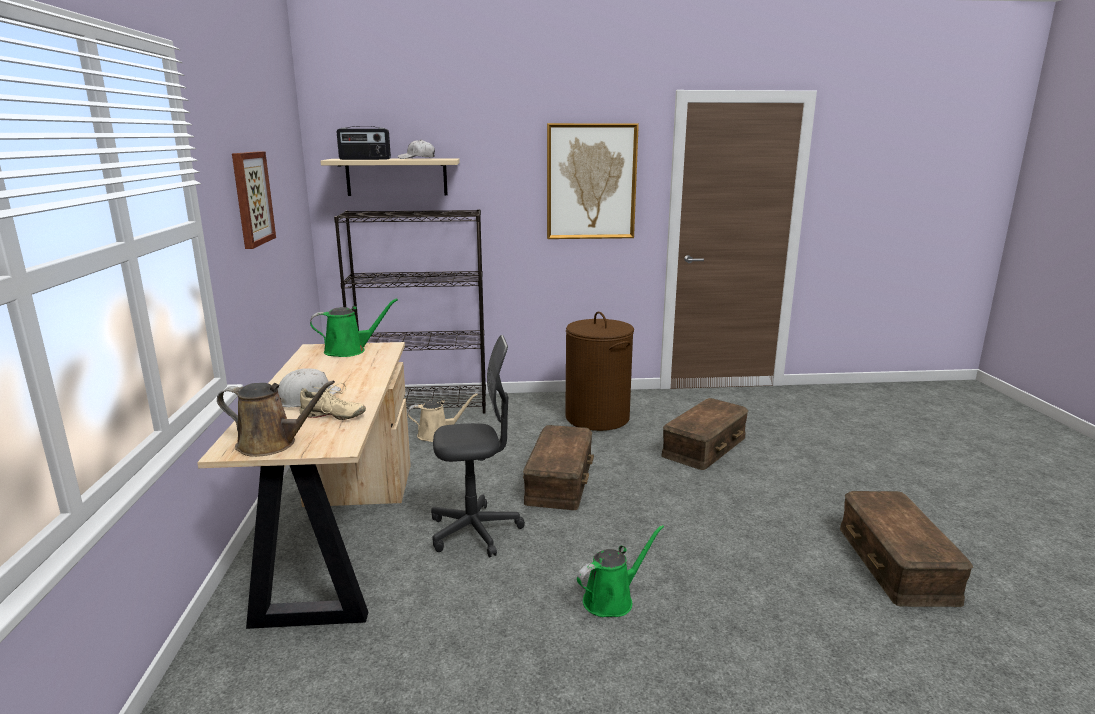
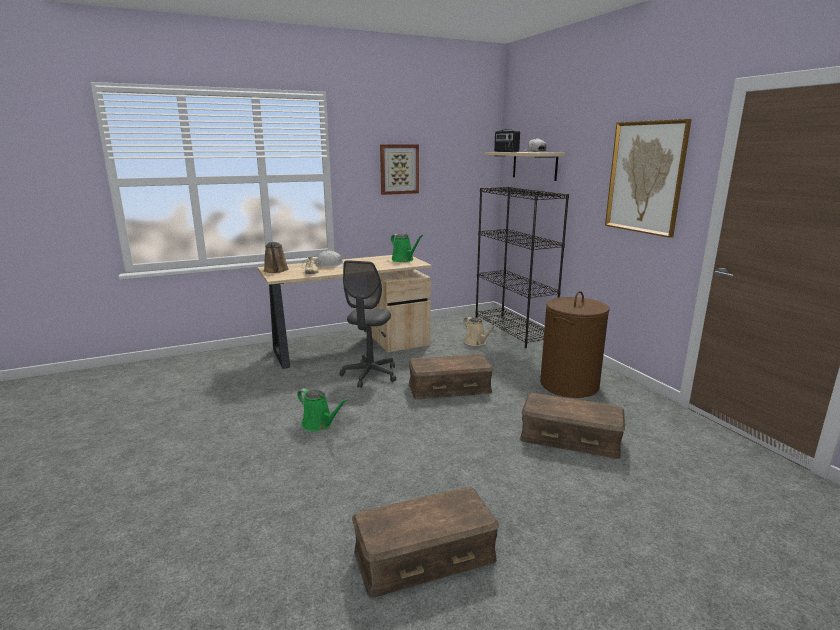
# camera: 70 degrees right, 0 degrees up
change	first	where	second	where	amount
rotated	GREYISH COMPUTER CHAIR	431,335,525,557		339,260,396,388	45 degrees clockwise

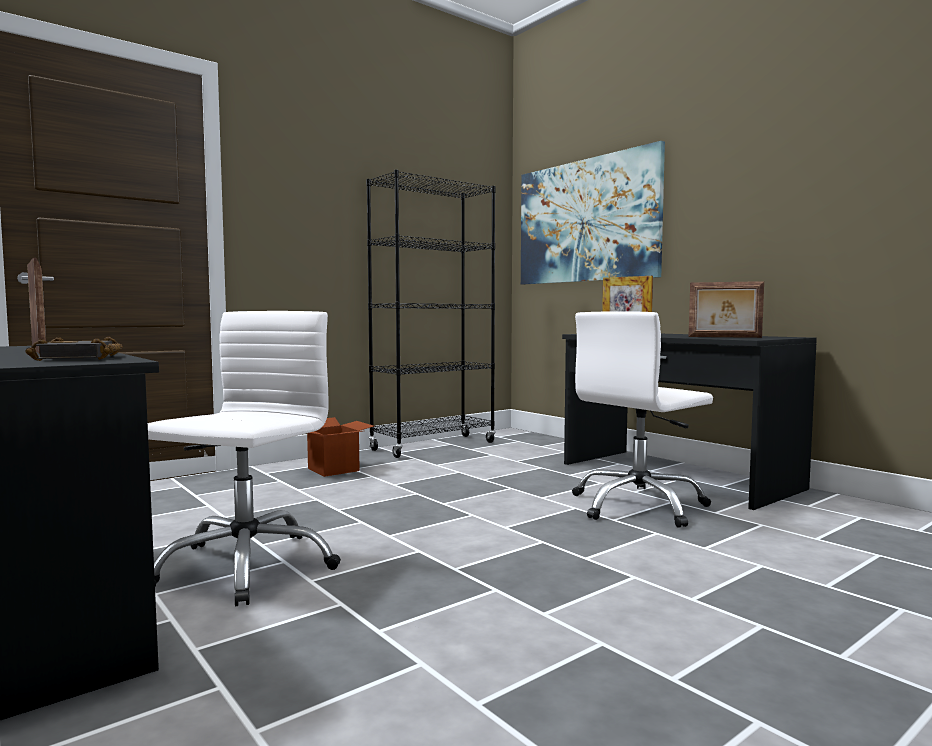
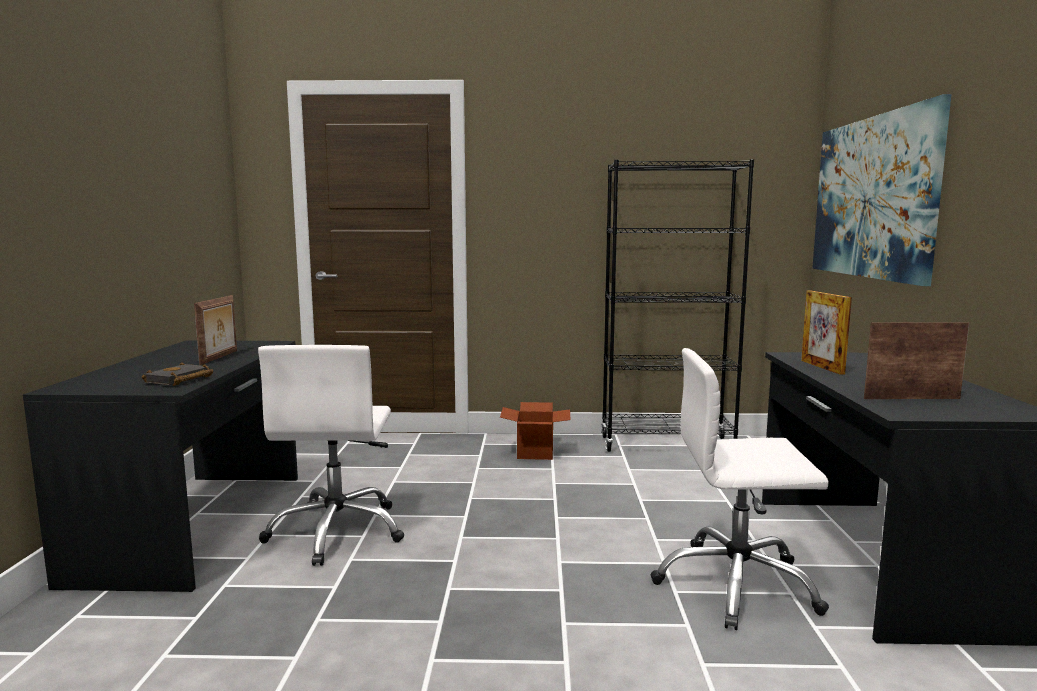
# camera: 40 degrees right, 5 degrees up
change	first	where	second	where	amount
rotated	WHITE-COLOURED COMPUTER CHAIR	148,311,341,606		258,345,404,566	120 degrees clockwise
rotated	STANDING FRAME	689,281,764,338		864,322,969,399	120 degrees clockwise

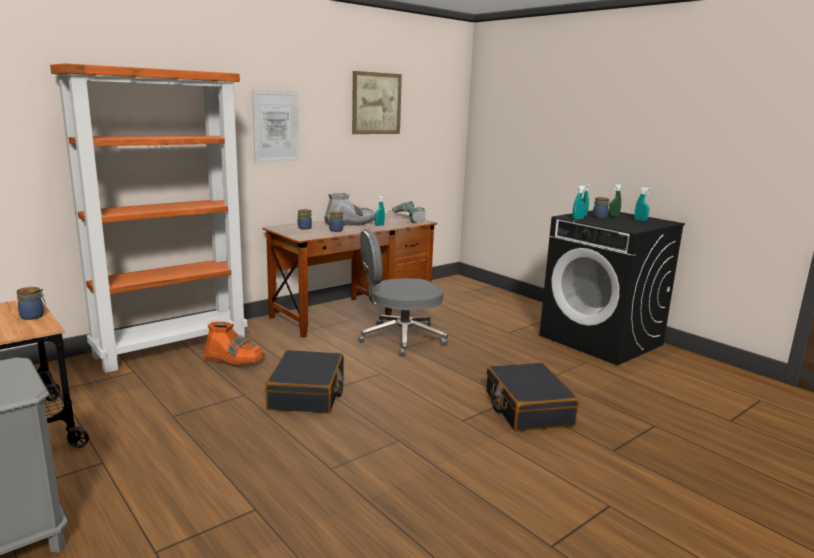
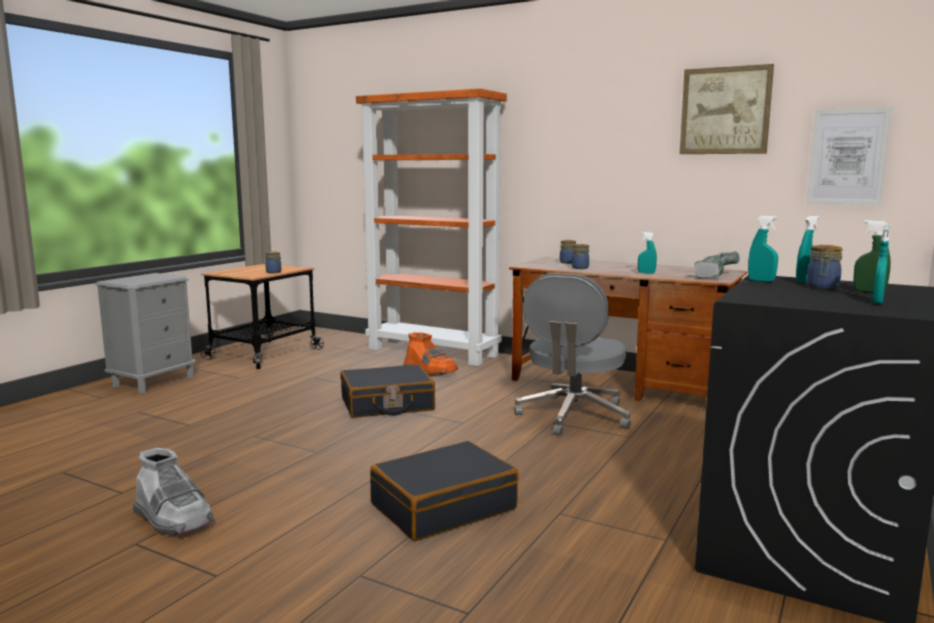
# camera: 70 degrees right, 5 degrees down
change	first	where	second	where	amount
rotated	ORANGE-COLOURED TALL BOOT	204,321,265,367		403,332,458,376	45 degrees counterclockwise
shifted	PICTURE	252,90,299,163		806,107,892,206	
shifted	GREYISH TALL BOOT	324,193,375,226		133,448,214,535	
rotated	GREYISH COMPUTER CHAIR	358,229,448,357		514,273,631,436	120 degrees counterclockwise

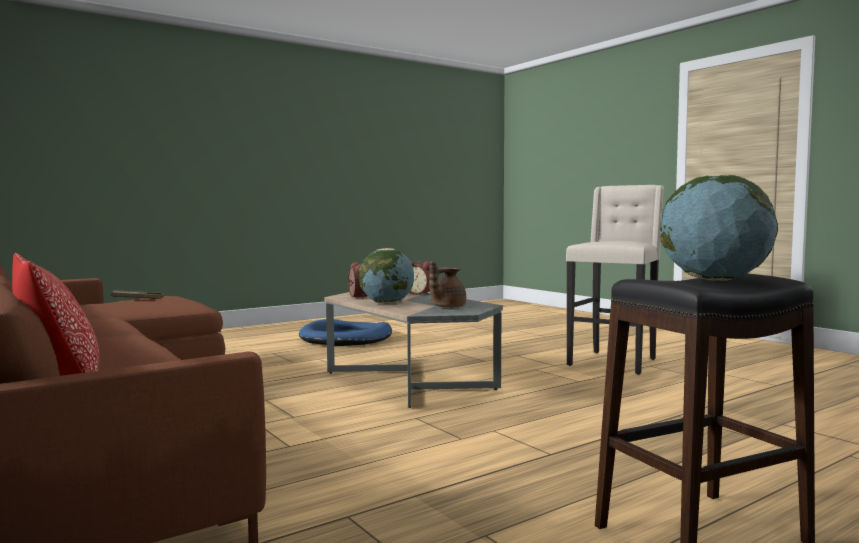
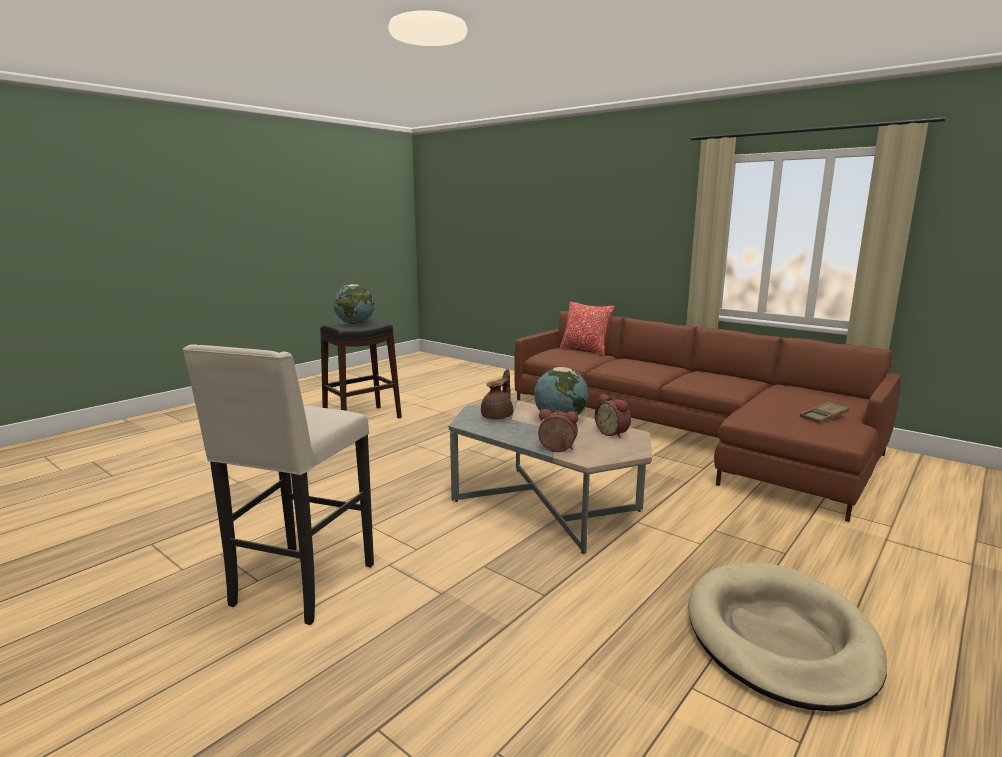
# camera: 165 degrees right, 10 degrees up
change	first	where	second	where	amount
repainted	BLUISH PET BED	299,319,392,346	SAND-COLOURED PET BED	688,563,887,711	

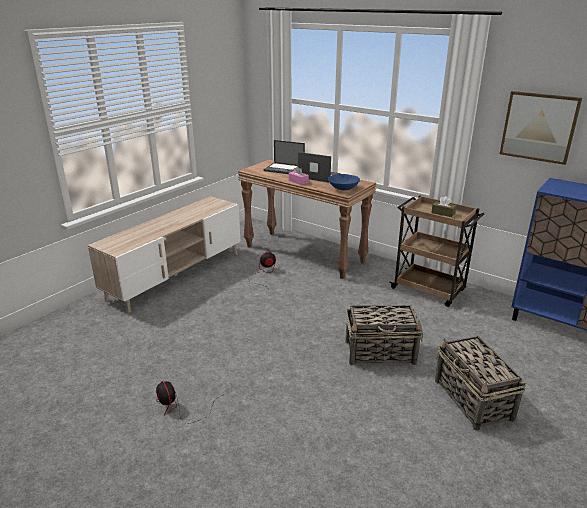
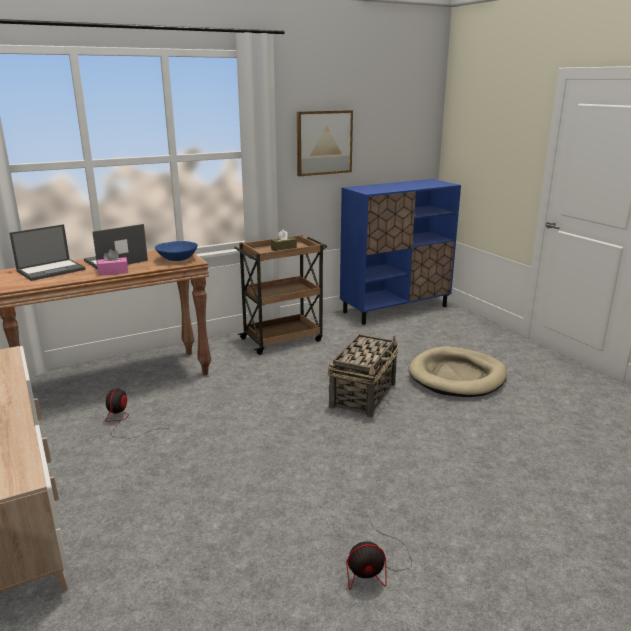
# camera: 65 degrees left, 5 degrees down
change	first	where	second	where	amount
swapped	BASKET	435,336,526,431	SAND-COLOURED PET BED	409,346,507,397	

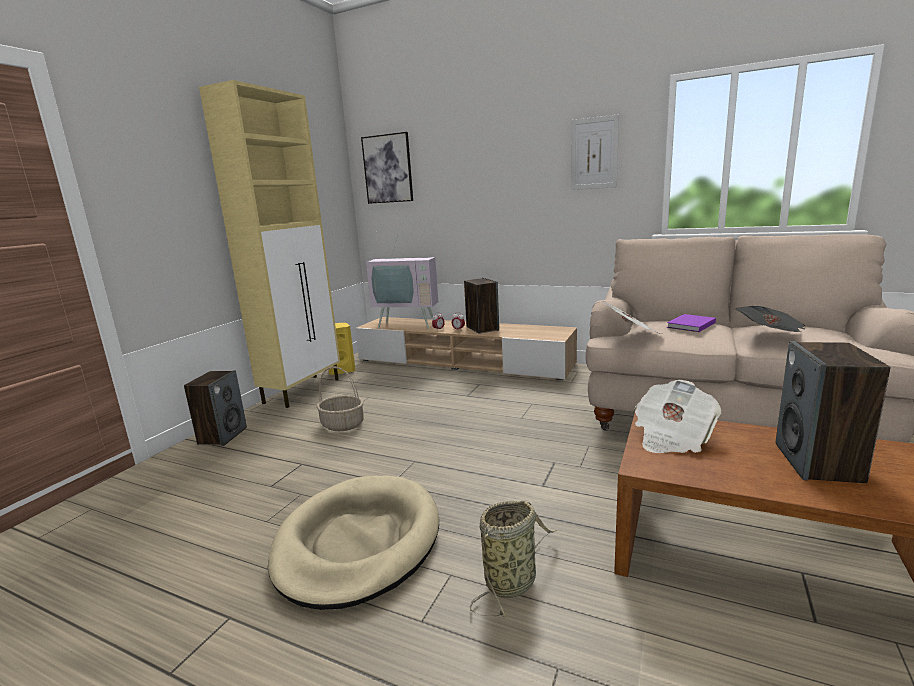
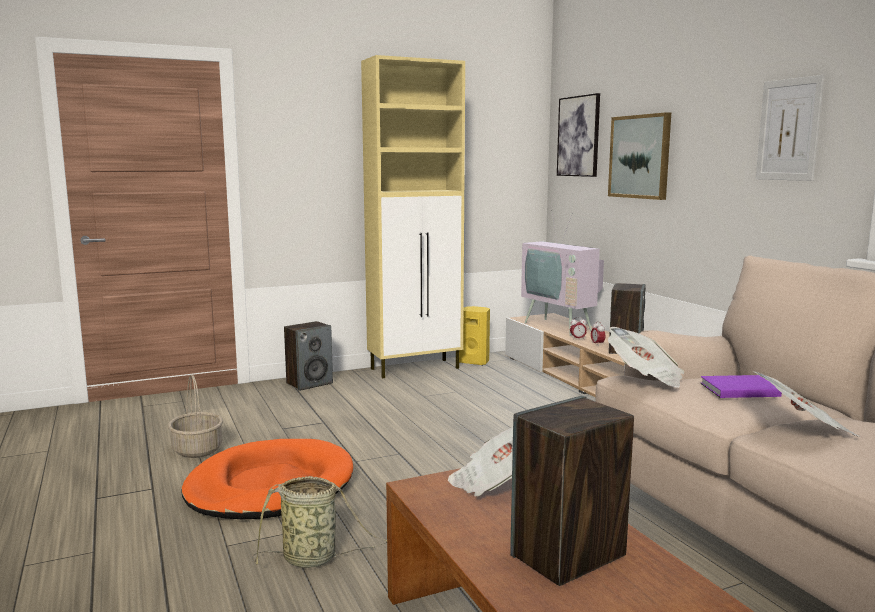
# camera: 40 degrees right, 5 degrees down
change	first	where	second	where	amount
repainted	SAND-COLOURED PET BED	268,476,439,610	ORANGE-COLOURED PET BED	181,439,353,519	
shifted	BASKET	316,367,364,431		168,374,223,458	
new			PICTURE	608,112,671,200	

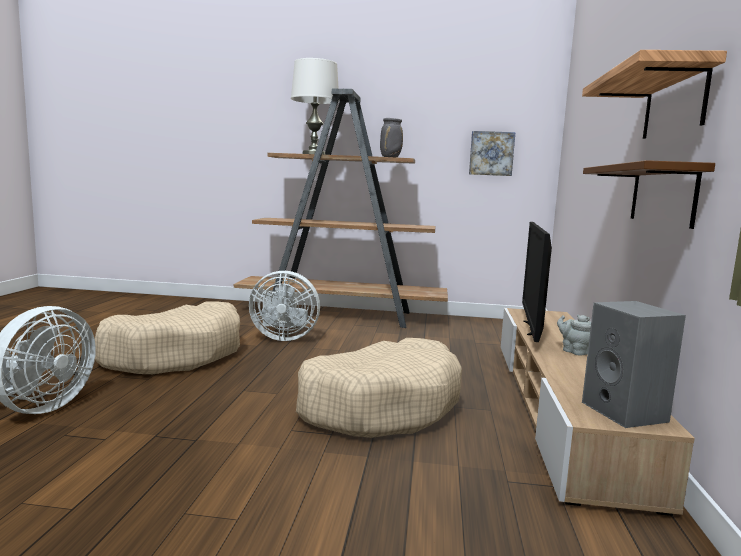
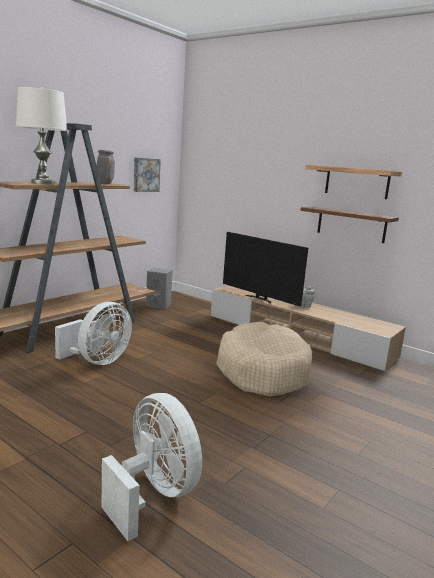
# camera: 60 degrees left, 5 degrees up
change	first	where	second	where	amount
gone	SAND-COLOURED PET BED	95,301,240,374			
shifted	GREYISH AUDIO SPEAKER	582,301,686,428		146,267,173,309	

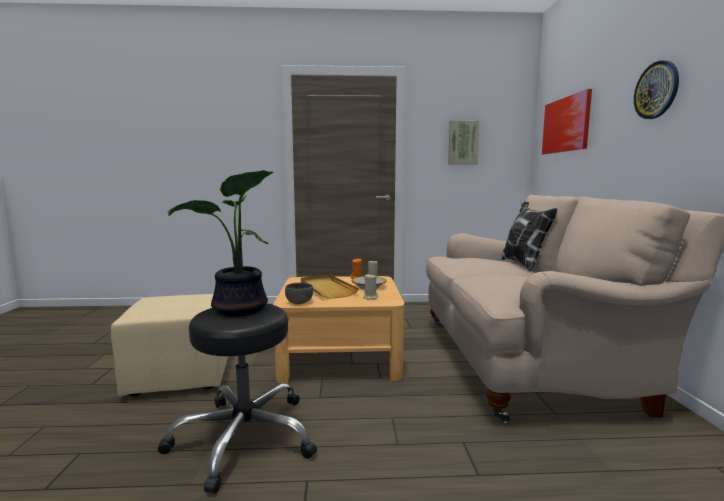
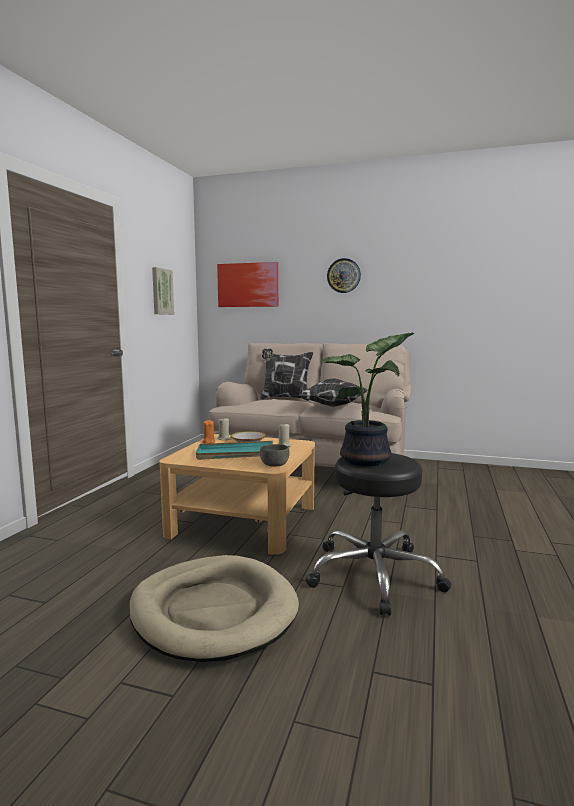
# camera: 70 degrees left, 0 degrees up
change	first	where	second	where	amount
swapped	SAND-COLOURED FOOTREST	111,294,228,397	SAND-COLOURED PET BED	129,555,299,662	
repainted	SAND-COLOURED TRAY	301,275,359,299	BLUE-GREEN TRAY	196,441,273,460	
new			PILLOW	300,378,368,407	

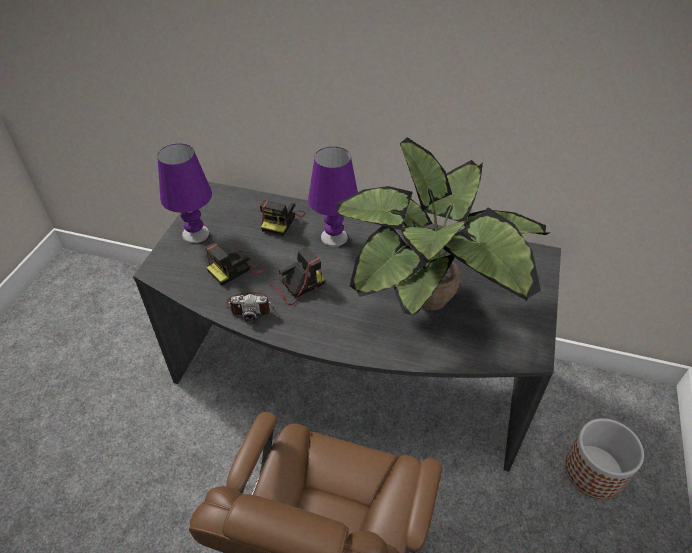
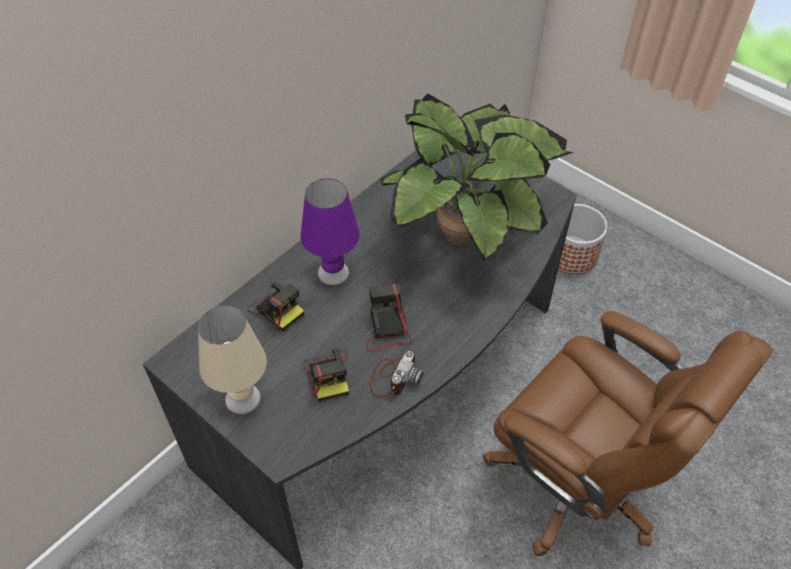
# camera: 65 degrees left, 5 degrees up
change	first	where	second	where	amount
repainted	PURPLE TABLETOP LAMP	157,144,212,243	SAND-COLOURED TABLETOP LAMP	198,306,267,414	

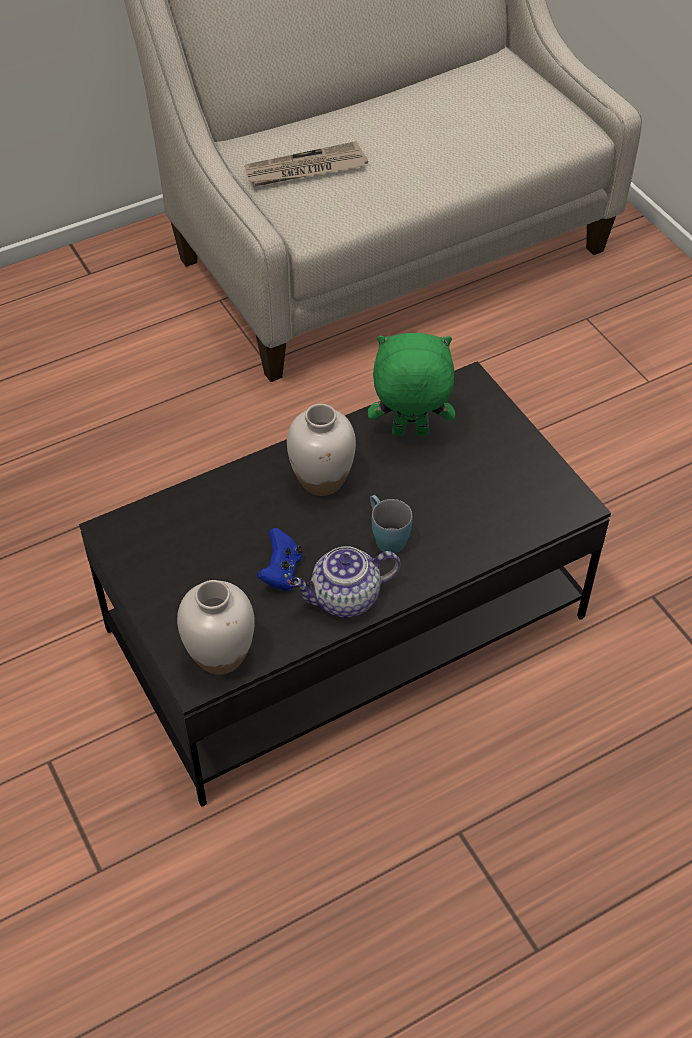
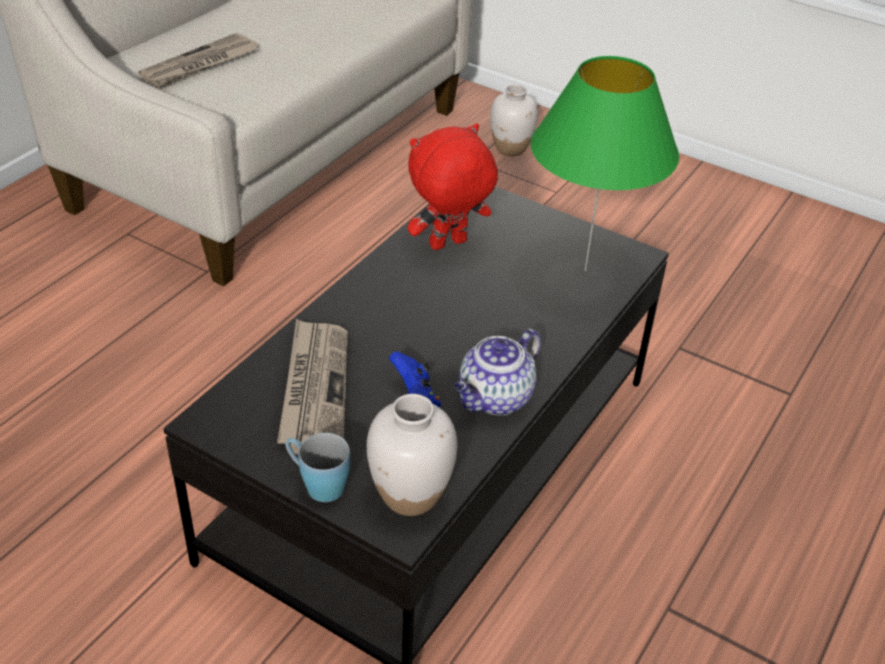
# camera: 30 degrees left, 10 degrees down
change	first	where	second	where	amount
shifted	WHITE-COLOURED VASE	287,404,356,496		490,84,538,156	
repainted	GREENISH CUDDLY TOY	368,333,455,436	RED-COLOURED CUDDLY TOY	408,123,498,250	
shifted	BLUISH COFFEE MUG	370,495,412,553		285,433,350,502	
new			PRINTED PAPER	277,319,348,454	
new			GREENISH TABLETOP LAMP	531,56,679,272	

